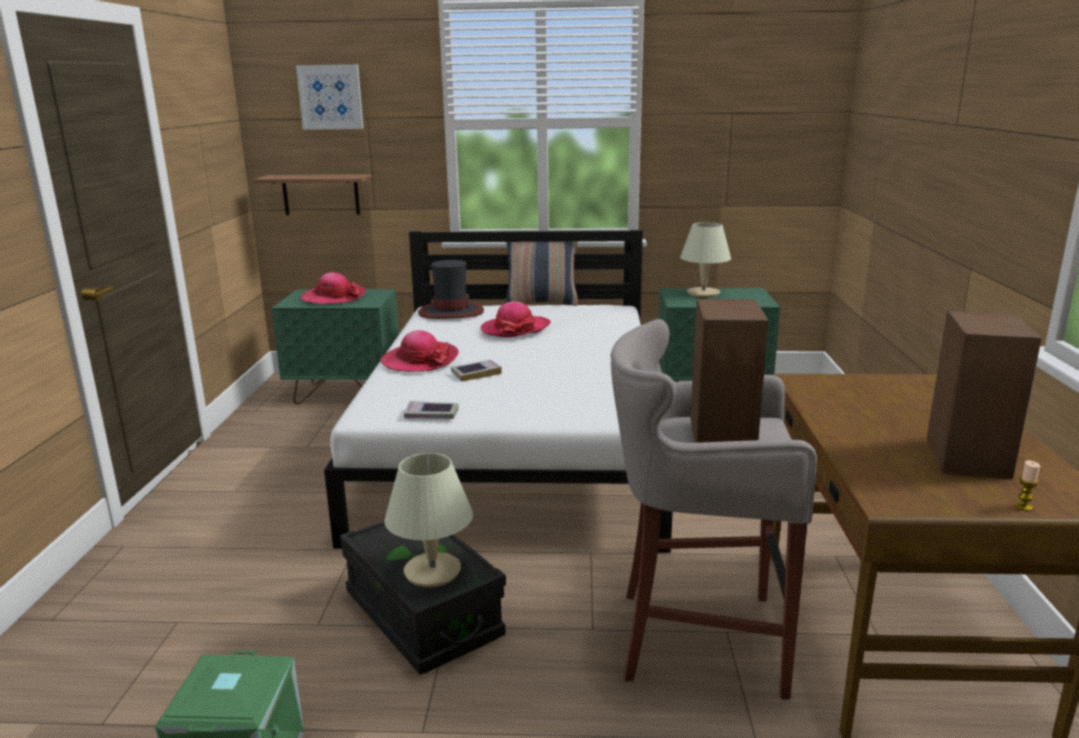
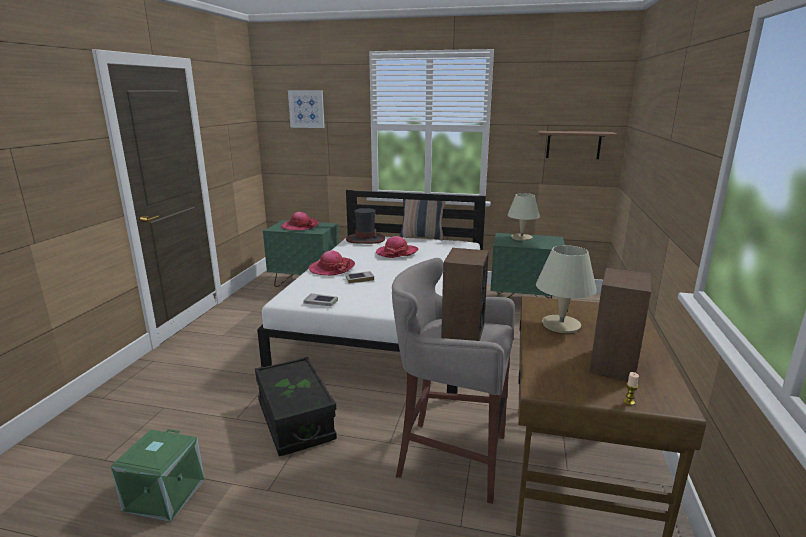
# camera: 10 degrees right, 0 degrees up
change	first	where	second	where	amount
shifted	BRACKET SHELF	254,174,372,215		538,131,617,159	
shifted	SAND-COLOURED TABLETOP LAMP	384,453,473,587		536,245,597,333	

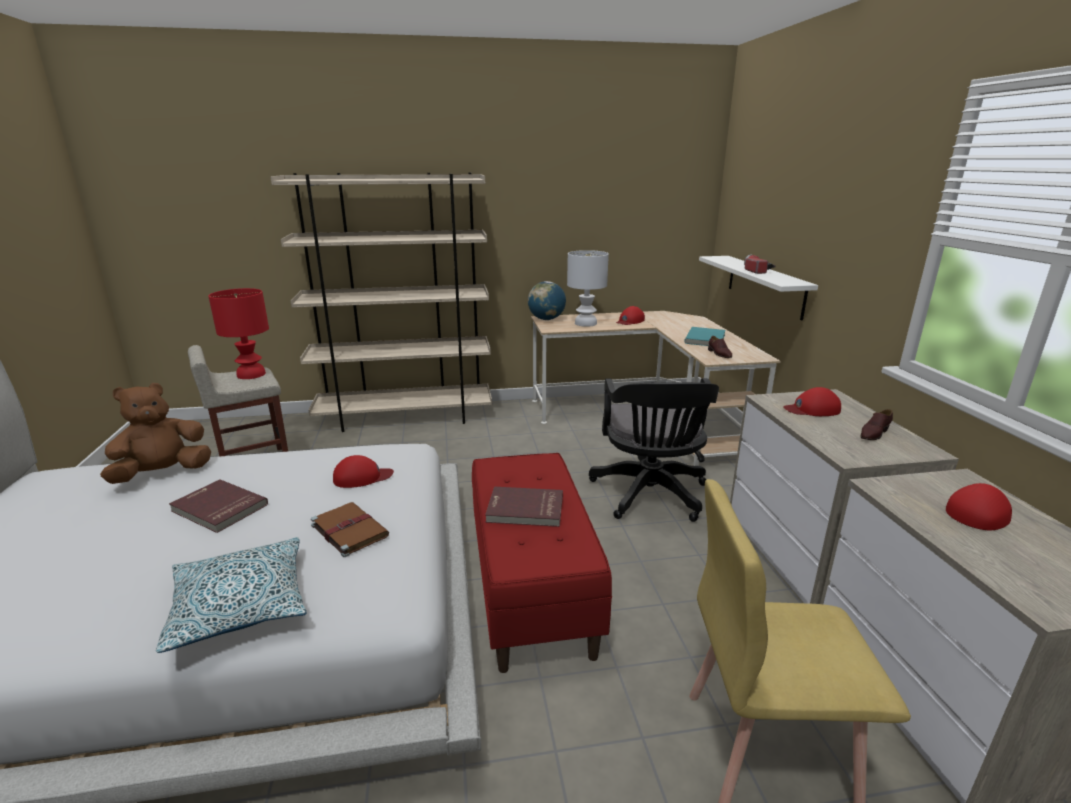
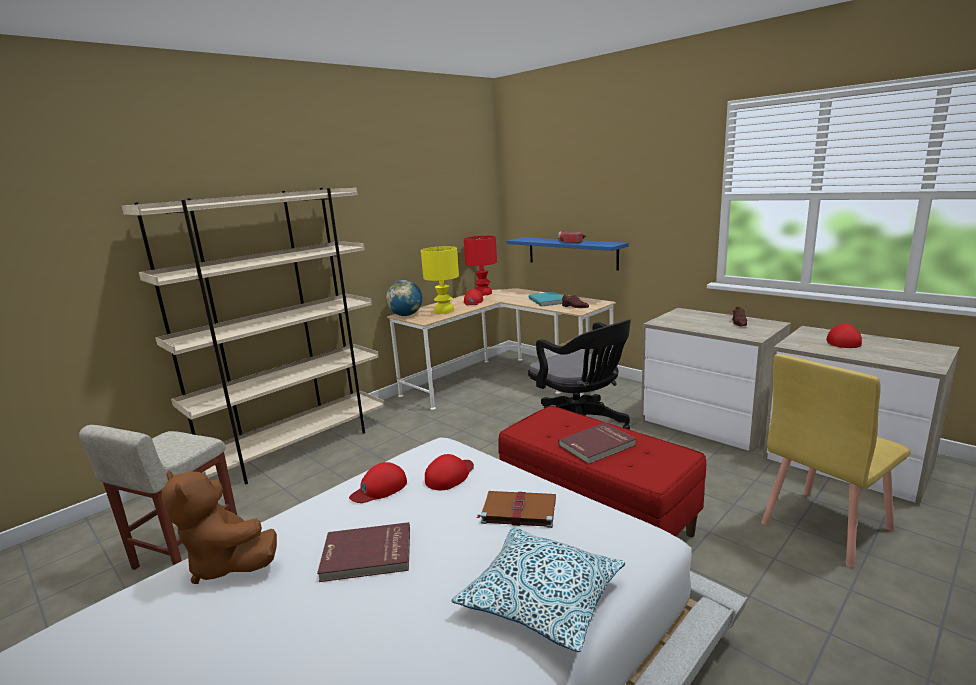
# camera: 35 degrees left, 5 degrees down
change	first	where	second	where	amount
rotated	BROWN-COLOURED CUDDLY TOY	100,383,211,484		162,470,277,584	60 degrees counterclockwise
shifted	RED-COLOURED TABLETOP LAMP	208,288,269,379		464,236,497,296	
repainted	WHITE-COLOURED TABLETOP LAMP	567,250,609,327	YELLOWISH TABLETOP LAMP	421,246,459,314	
repainted	WHITE-COLOURED BRACKET SHELF	699,256,818,320	BLUISH BRACKET SHELF	507,237,628,271	
shifted	RED-COLOURED BASEBALL CAP	783,387,841,416		349,462,407,503	

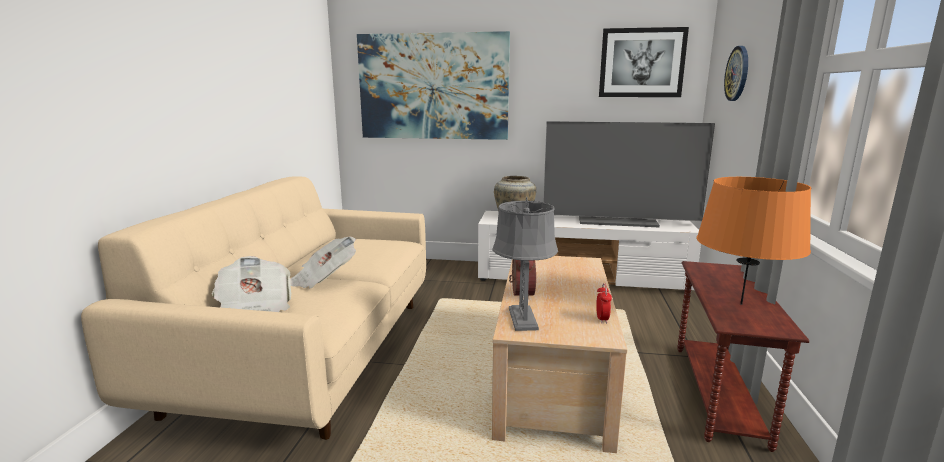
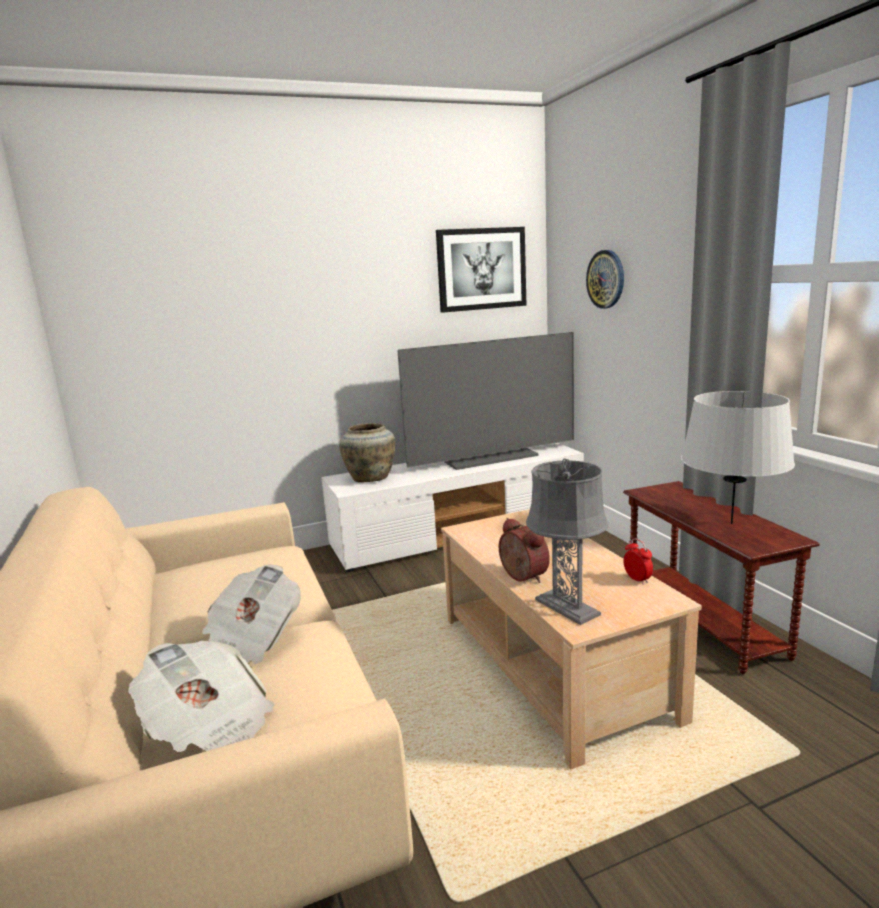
# camera: 30 degrees left, 0 degrees up
change	first	where	second	where	amount
gone	PICTURE	357,31,510,140			
repainted	ORANGE-COLOURED TABLETOP LAMP	697,177,811,305	GREYISH TABLETOP LAMP	681,391,795,524	

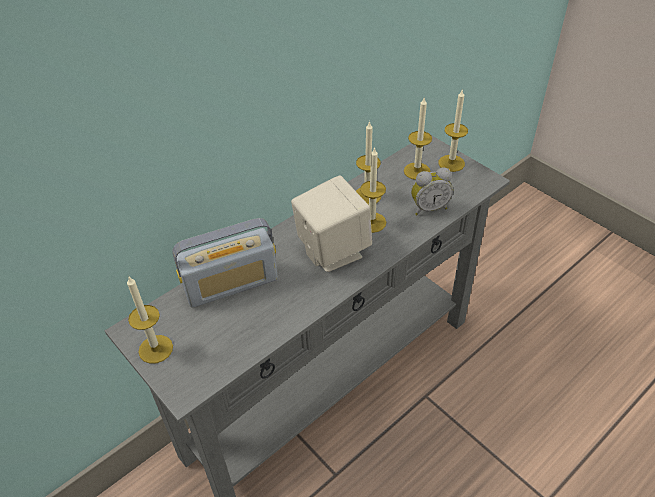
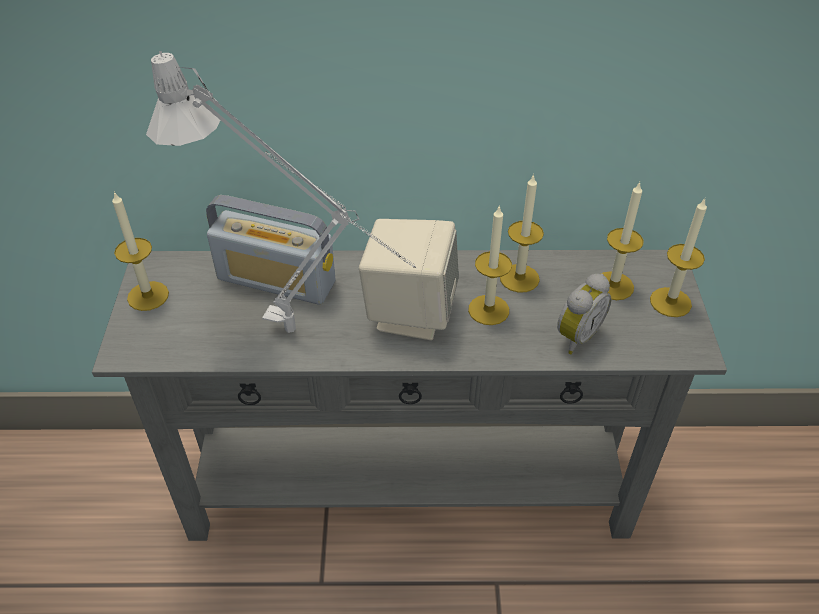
# camera: 40 degrees right, 0 degrees up
change	first	where	second	where	amount
rotated	TABLE CLOCK	411,167,453,215		557,274,611,354	75 degrees counterclockwise
new			GREYISH TABLETOP LAMP	146,51,416,333	

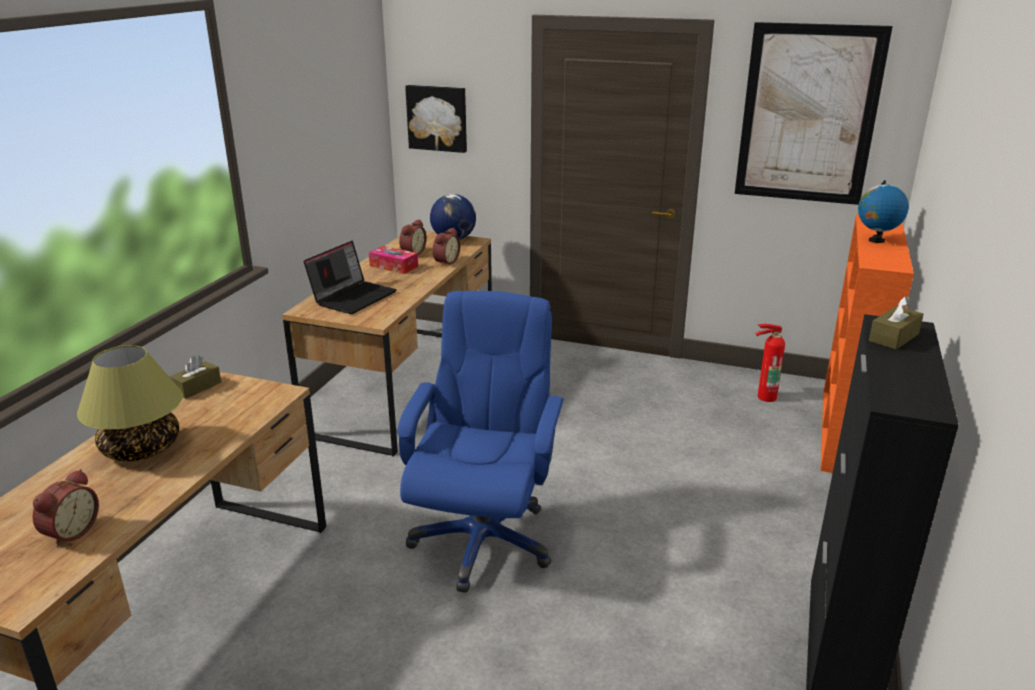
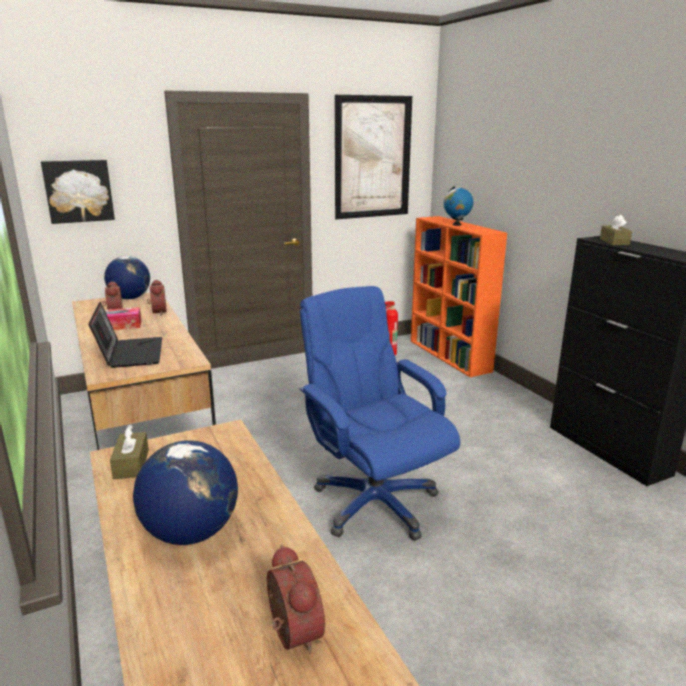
# camera: 45 degrees left, 5 degrees down
change	first	where	second	where	amount
swapped	TABLETOP LAMP	77,345,183,461	WORLD GLOBE	133,440,238,545	

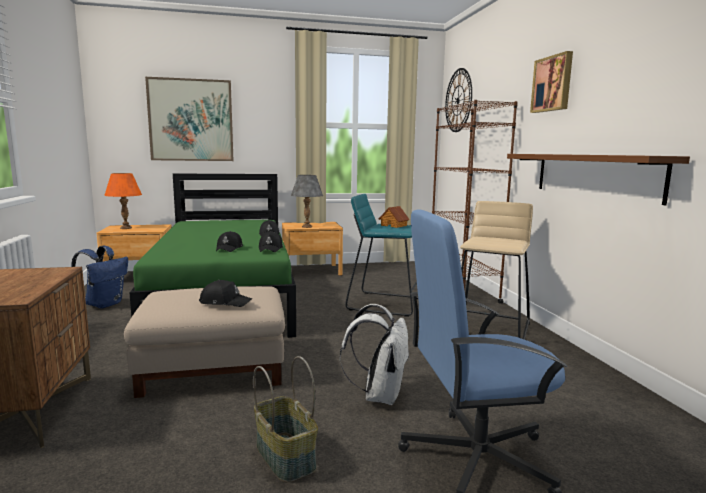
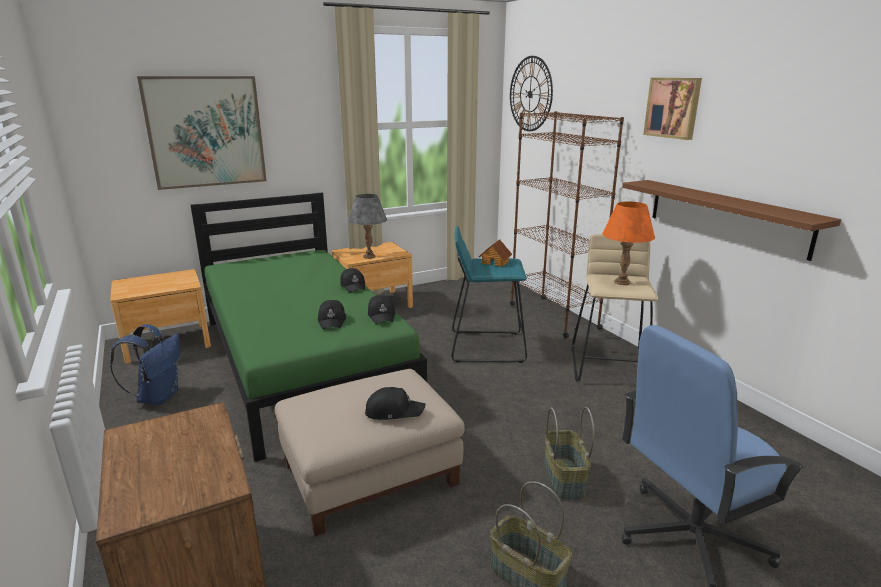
# camera: 15 degrees left, 10 degrees up
change	first	where	second	where	amount
shifted	ORANGE-COLOURED TABLETOP LAMP	104,173,142,229		602,201,655,285	
swapped	WHITE-COLOURED BACKPACK	340,304,410,405	BASKET	544,407,594,500	

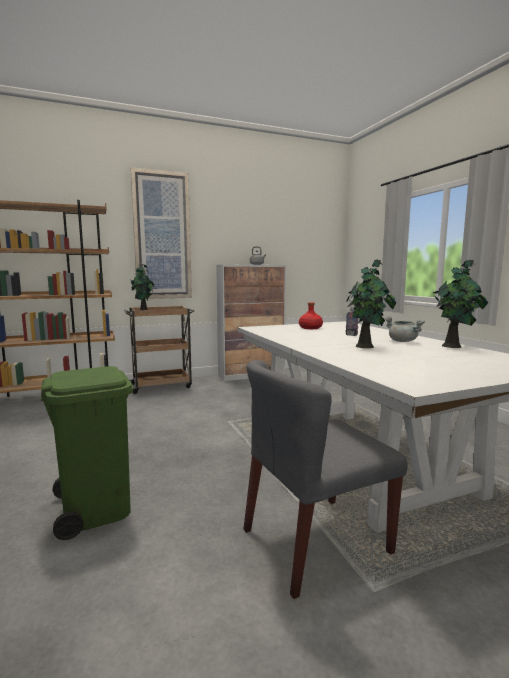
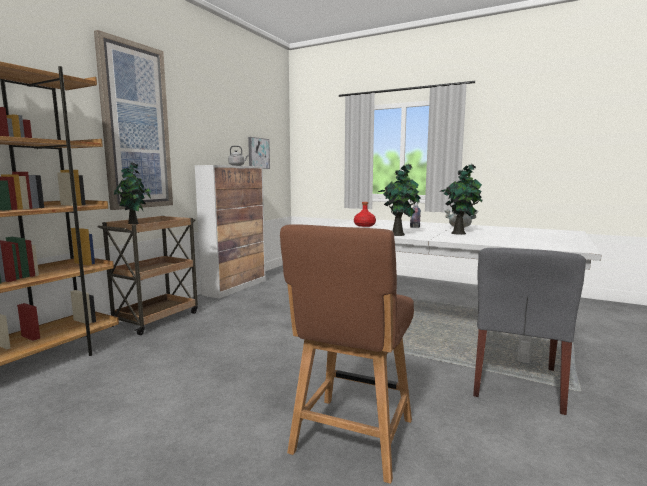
# camera: 40 degrees left, 0 degrees up
change	first	where	second	where	amount
swapped	GREENISH WASTE BIN	41,366,133,540	BROWN-COLOURED PLAIN CHAIR	280,224,414,484	
shifted	POTTED PLANT	433,260,489,348		378,165,421,236	
new			PICTURE	248,137,270,169	

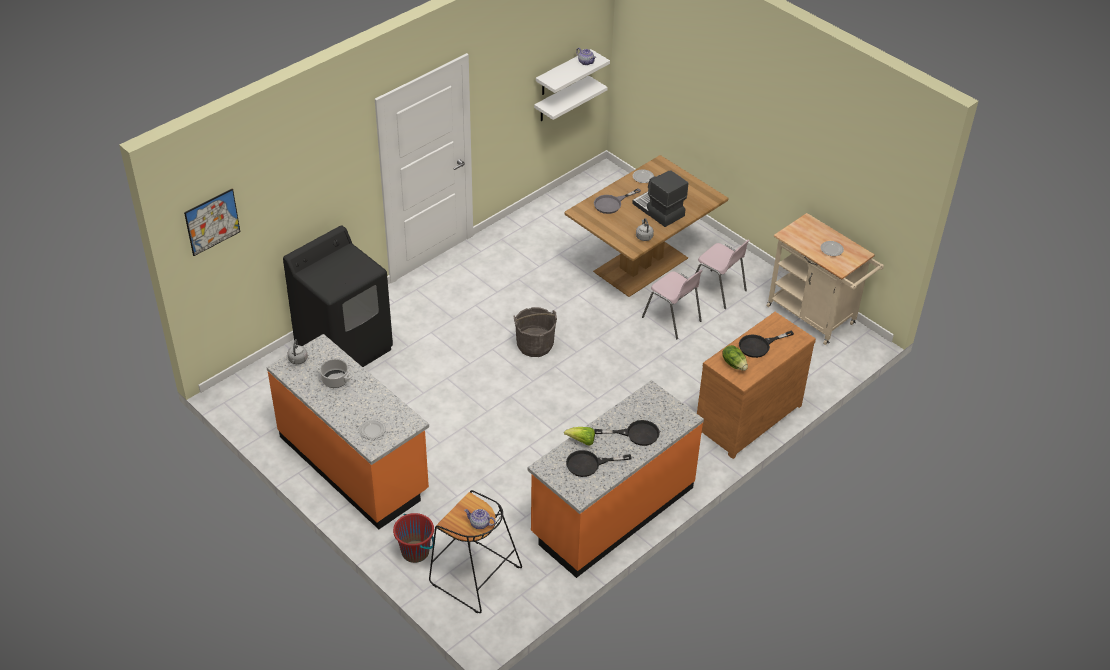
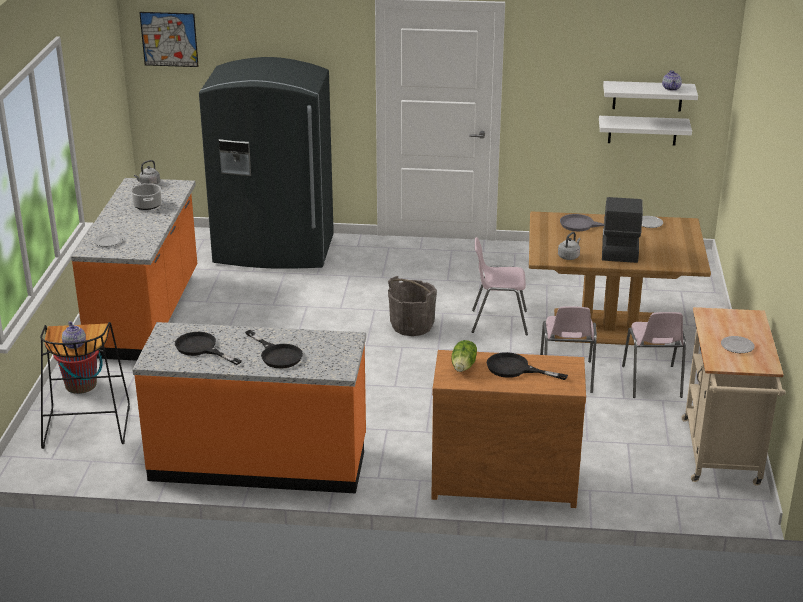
# camera: 50 degrees right, 15 degrees down
change	first	where	second	where	amount
swapped	BLACK-COLOURED LAUNDRY MACHINE	283,226,393,367	GREYISH REFRIGERATOR	199,57,334,269	
gone	HEAD OF LETTUCE	564,427,595,445			
new			PINK PLAIN CHAIR	472,237,528,336	

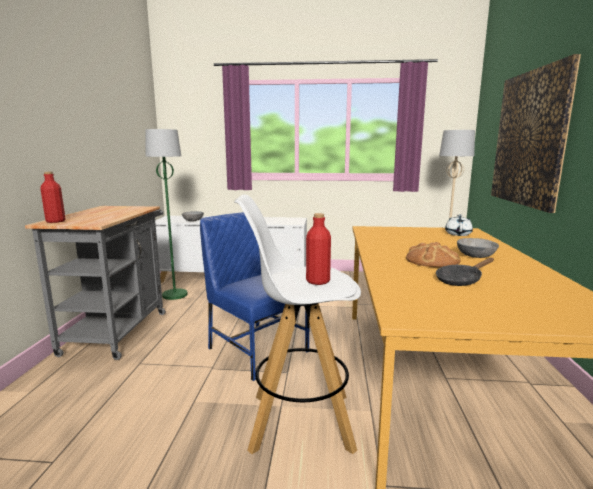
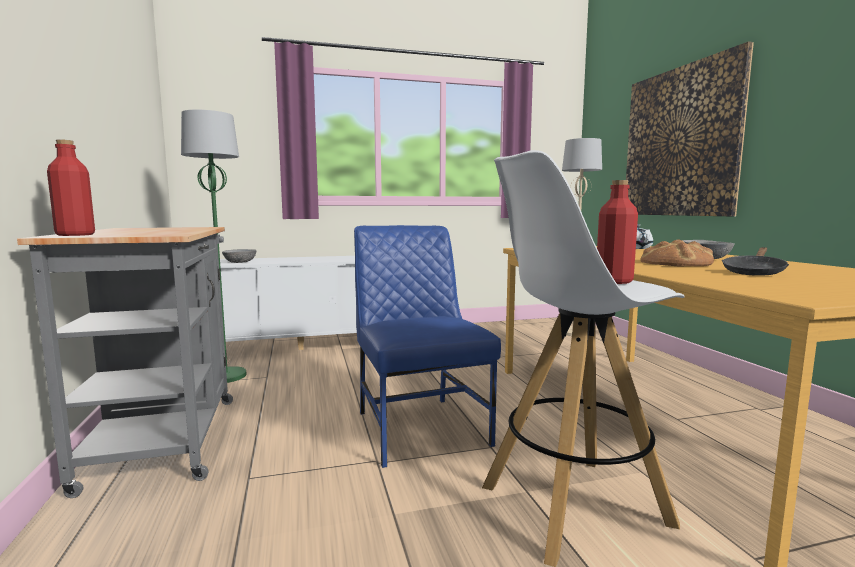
# camera: 20 degrees left, 5 degrees down
change	first	where	second	where	amount
rotated	BLUISH PLAIN CHAIR	200,212,309,381		354,225,501,468	45 degrees clockwise

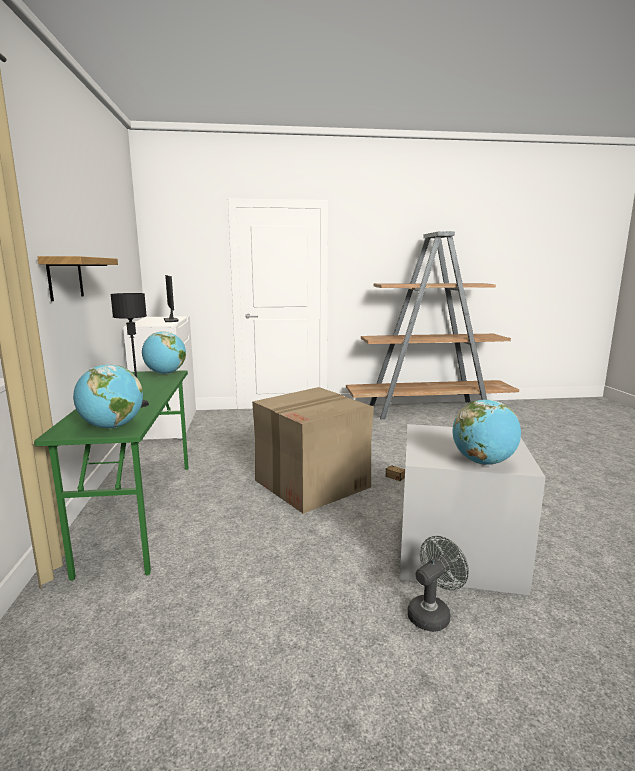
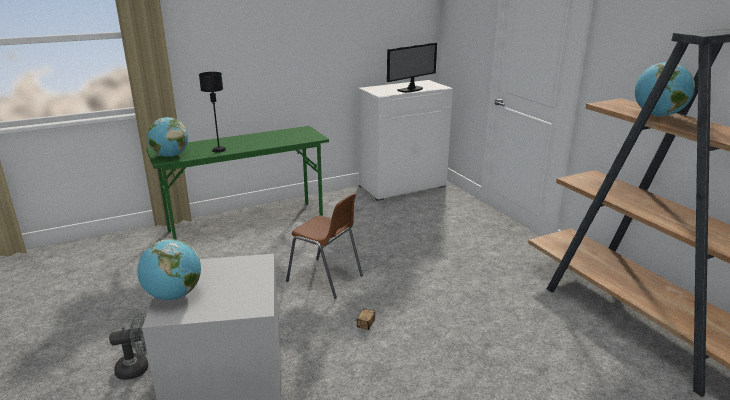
# camera: 70 degrees right, 10 degrees up
change	first	where	second	where	amount
gone	BRACKET SHELF	37,256,118,301			
shifted	WORLD GLOBE	142,331,186,374		635,62,695,116	
swapped	CARDBOARD BOX	252,387,374,514	BROWN-COLOURED PLAIN CHAIR	286,193,363,299	
rotated	GREYISH COOLING FAN	407,536,469,632		109,313,148,380	45 degrees counterclockwise

